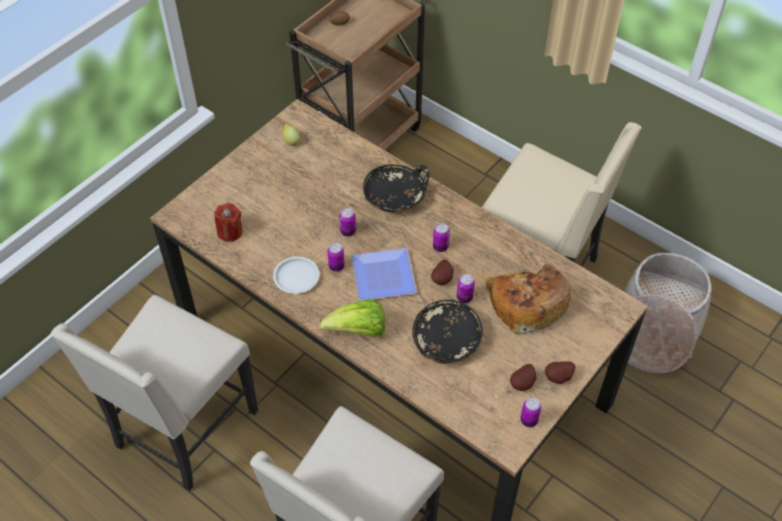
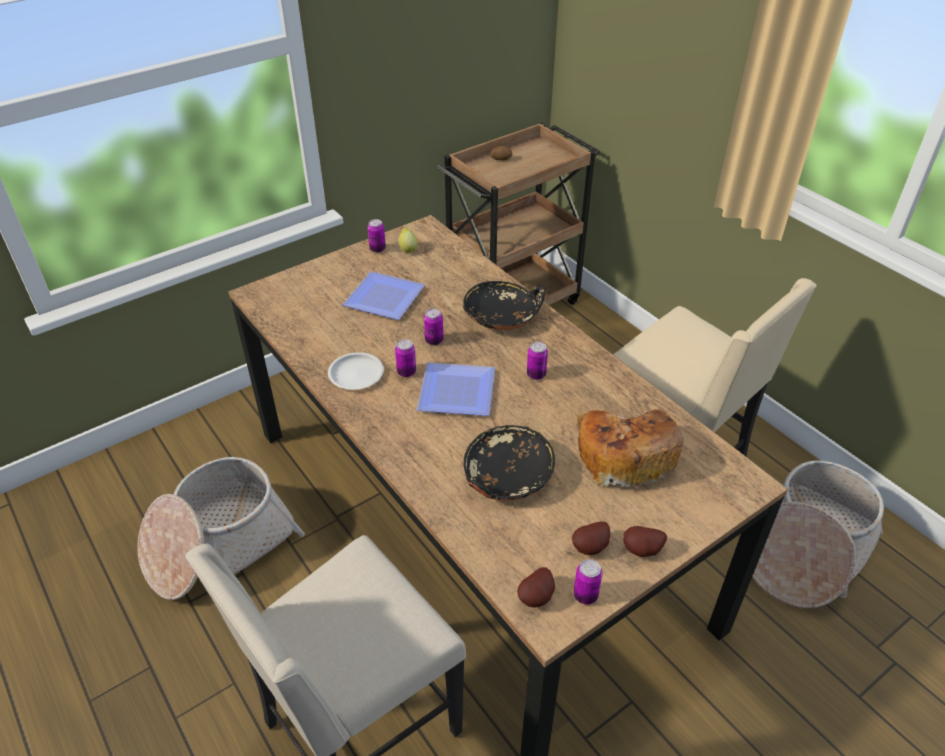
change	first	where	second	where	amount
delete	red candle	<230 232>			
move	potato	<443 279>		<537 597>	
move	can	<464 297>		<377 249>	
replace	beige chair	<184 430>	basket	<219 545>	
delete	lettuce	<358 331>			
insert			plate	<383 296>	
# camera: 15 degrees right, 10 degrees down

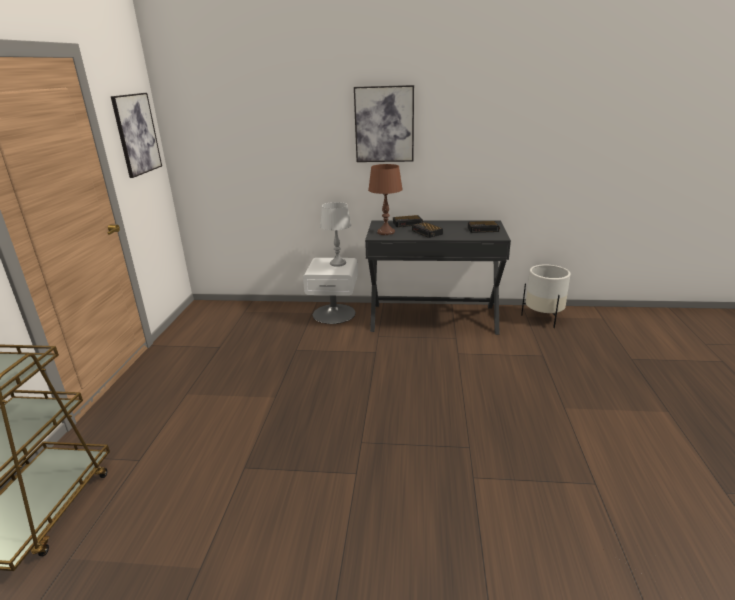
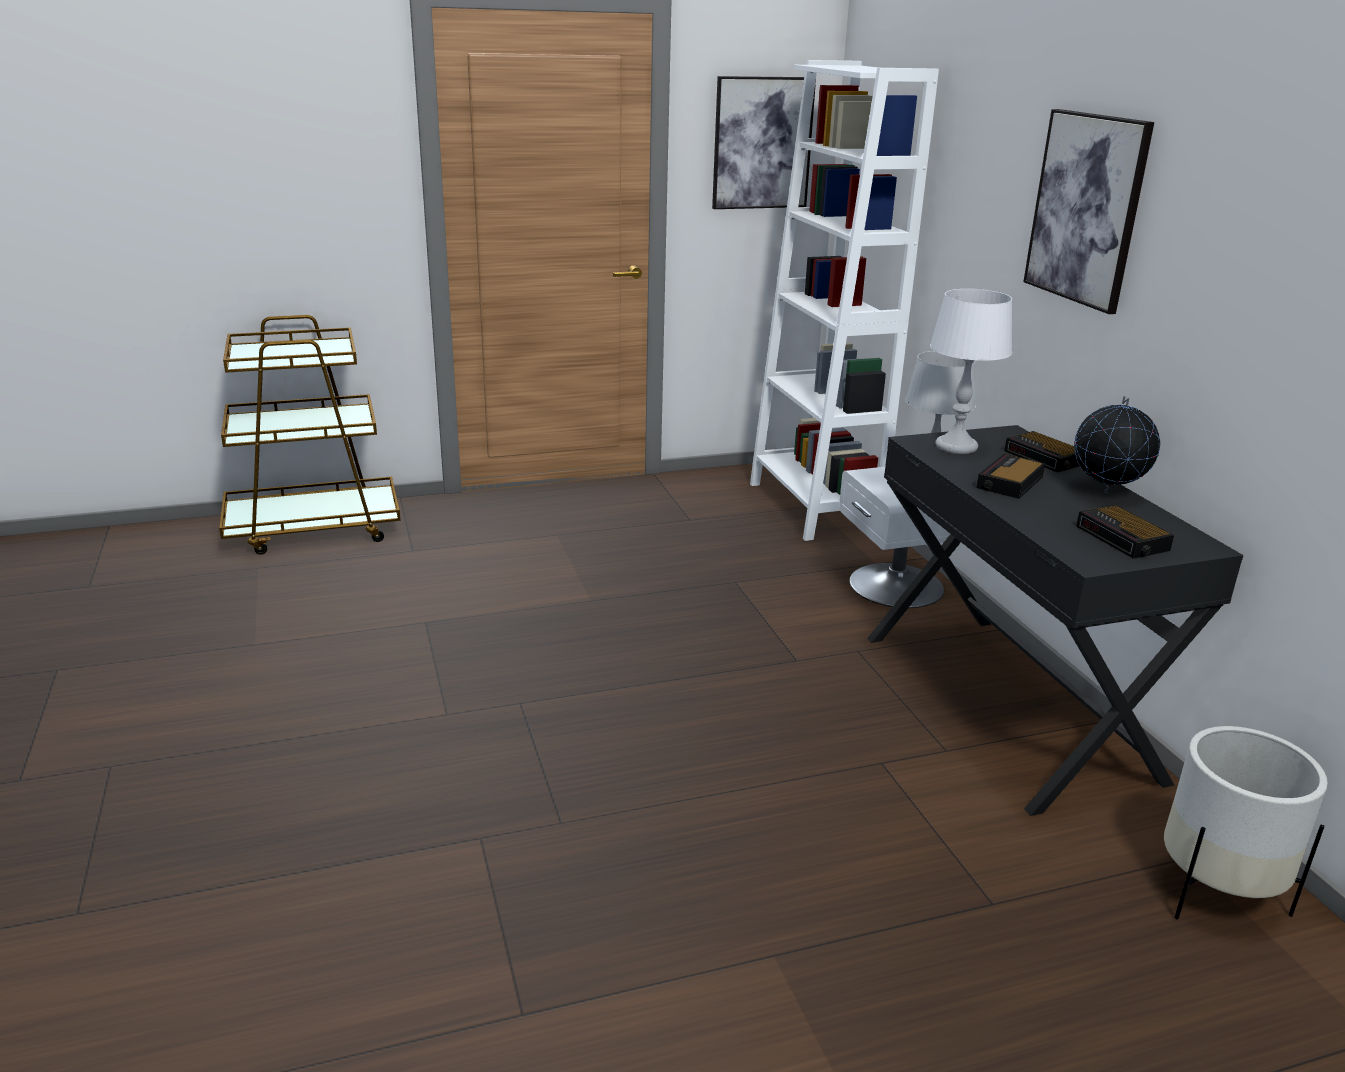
change	first	where	second	where	amount
recolor	brown table lamp	<386 232>	white table lamp	<956 446>	
insert			white bookcase	<813 506>	
insert			globe	<1106 492>	
# camera: 65 degrees right, 0 degrees up

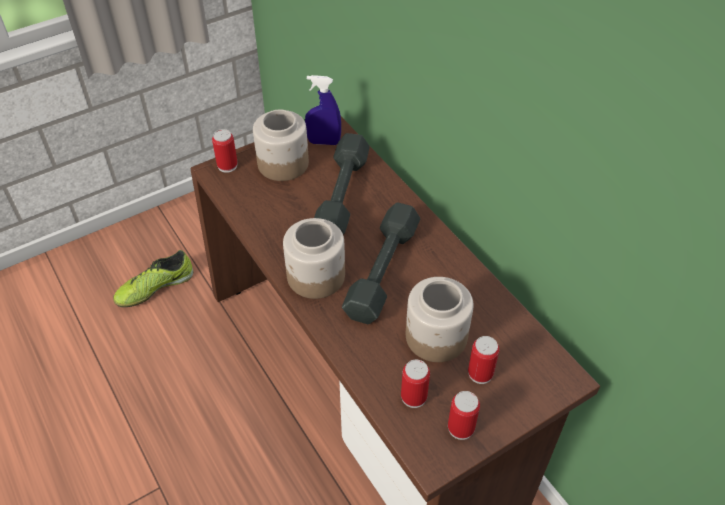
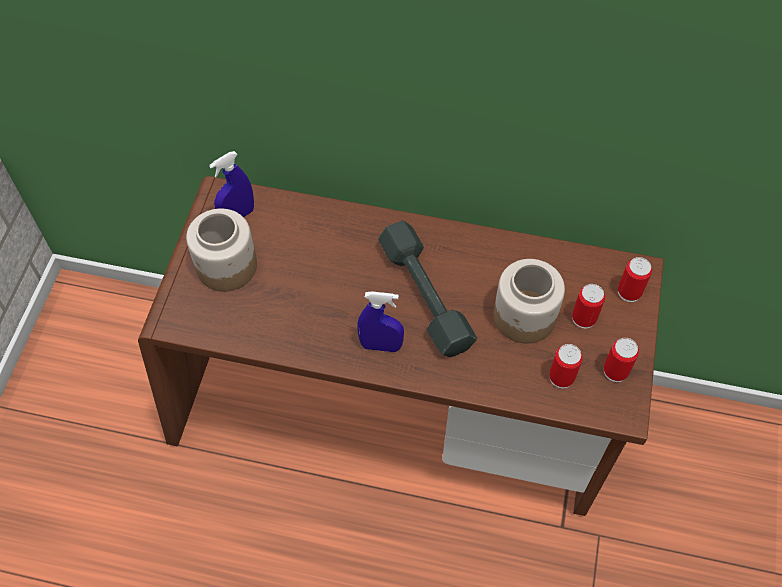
change	first	where	second	where	amount
move	can	<227 165>		<629 292>	
delete	grey dumbbell	<342 195>			
replace	jar	<316 277>	blue spray bottle	<381 346>	
delete	shoe	<155 287>			
# camera: 45 degrees left, 10 degrees up

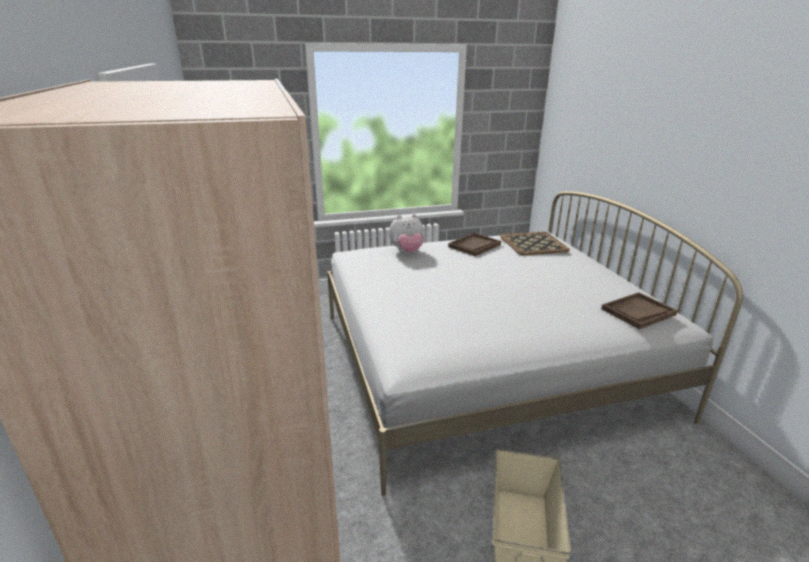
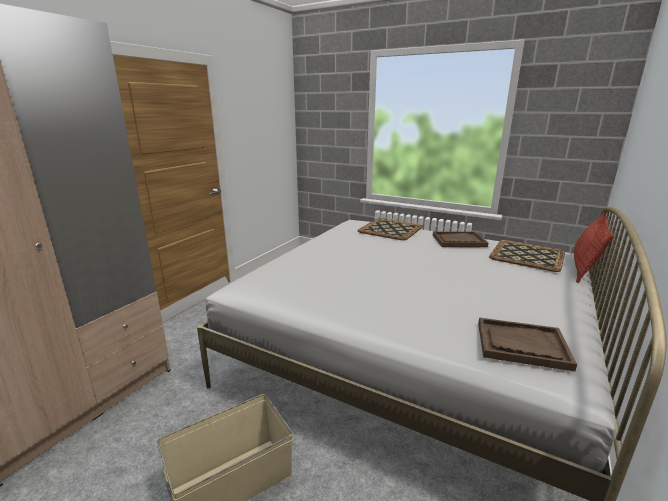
change	first	where	second	where	amount
replace	plush toy	<407 251>	tray	<391 229>	
insert			pillow	<584 267>	
# camera: 45 degrees right, 5 degrees down

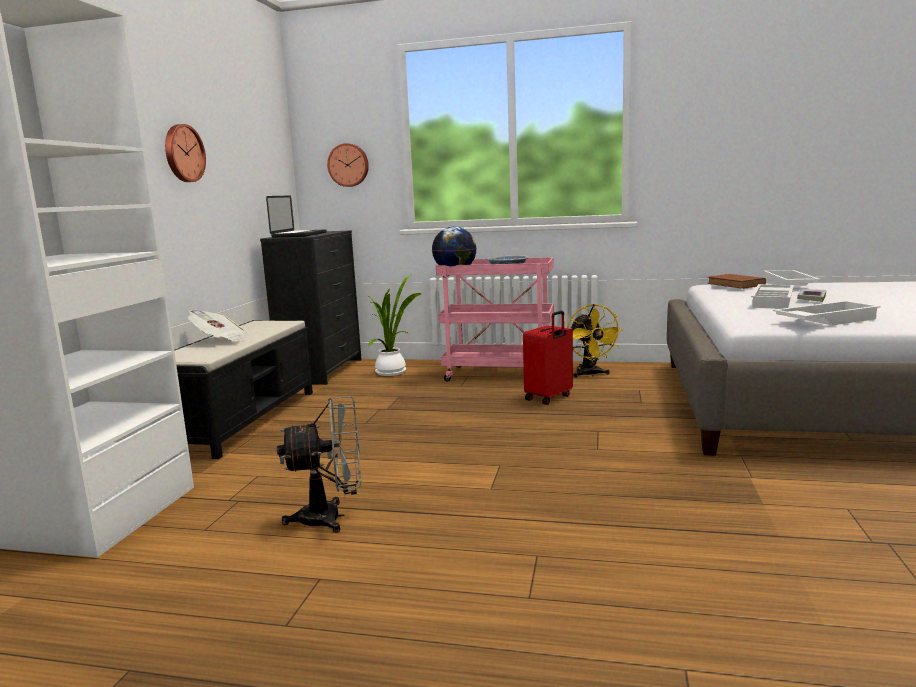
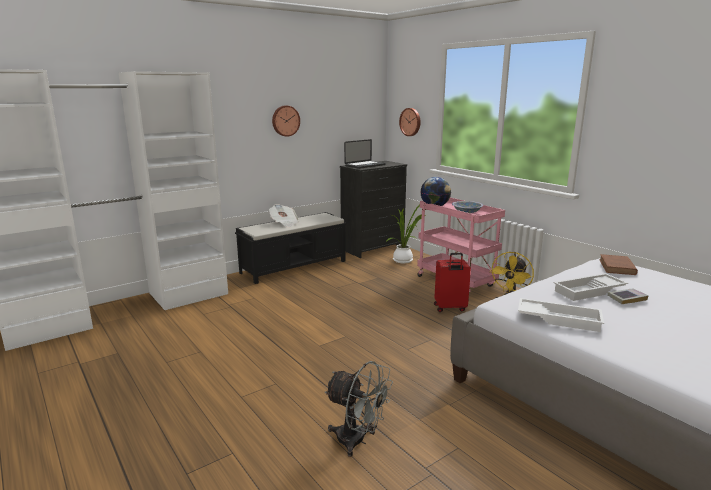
change	first	where	second	where	amount
delete	white tray	<787 284>			
move	grey fan	<332 517>		<357 441>	
# camera: 40 degrees right, 5 degrees up

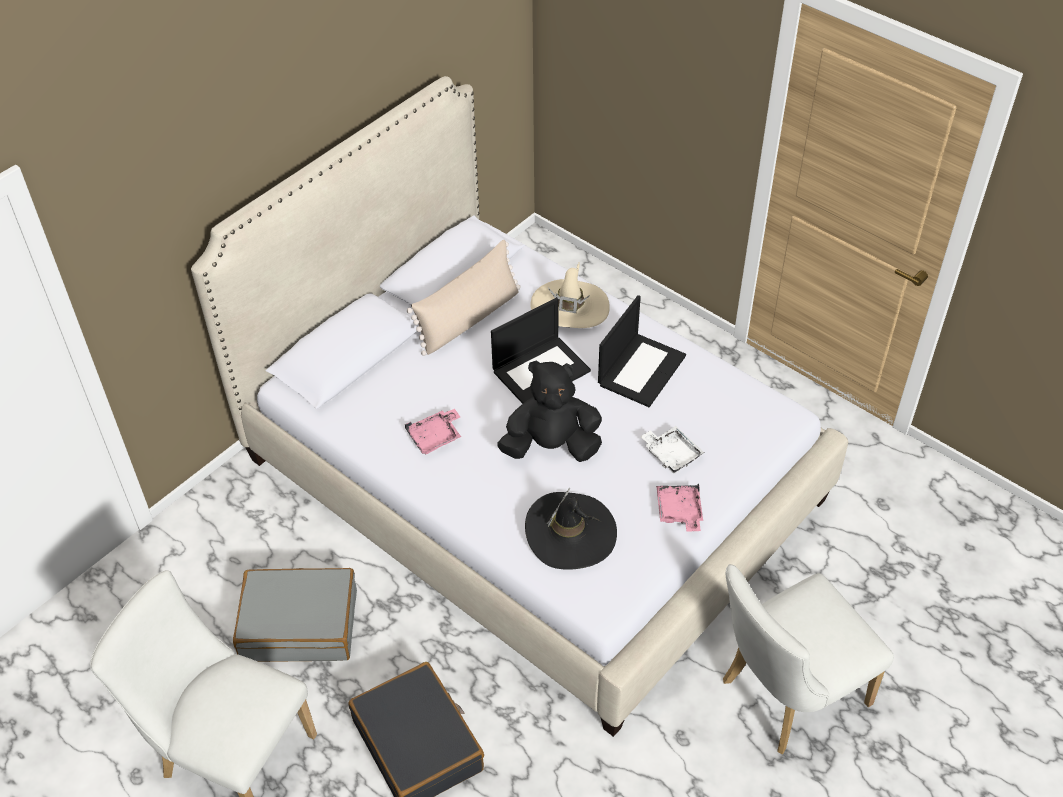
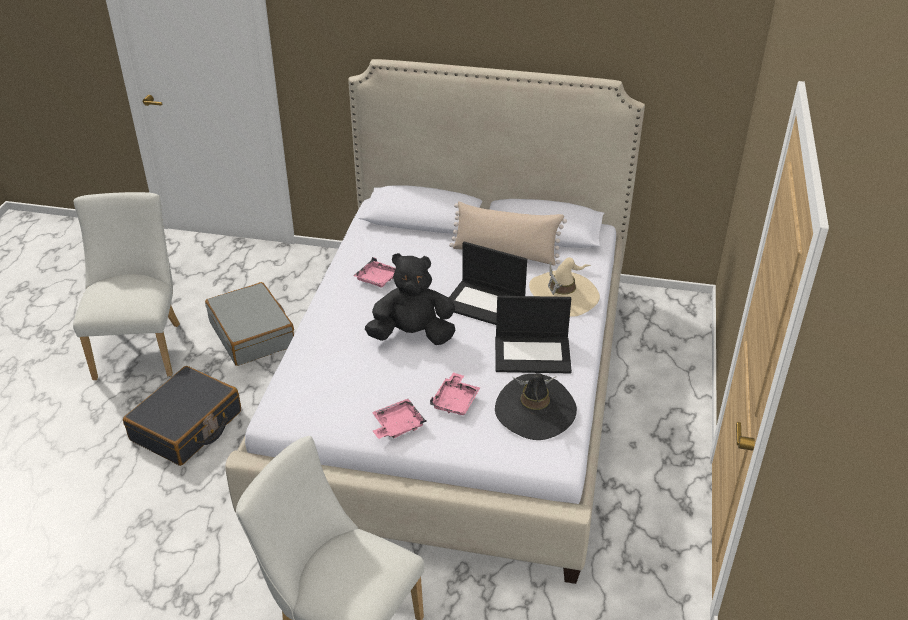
change	first	where	second	where	amount
rotate	black plush toy	<551 446>		<412 335>	60 degrees counterclockwise
recolor	white tray	<671 454>	pink tray	<455 401>	
move	black hat	<570 533>		<535 410>	
# camera: 60 degrees right, 10 degrees down

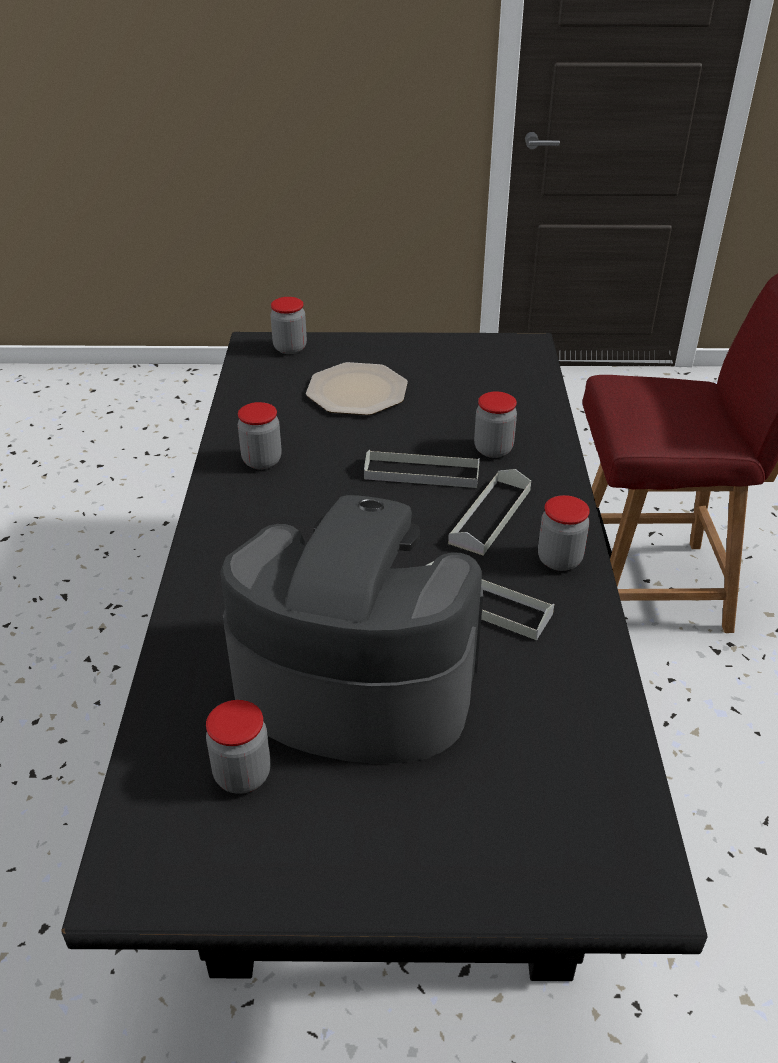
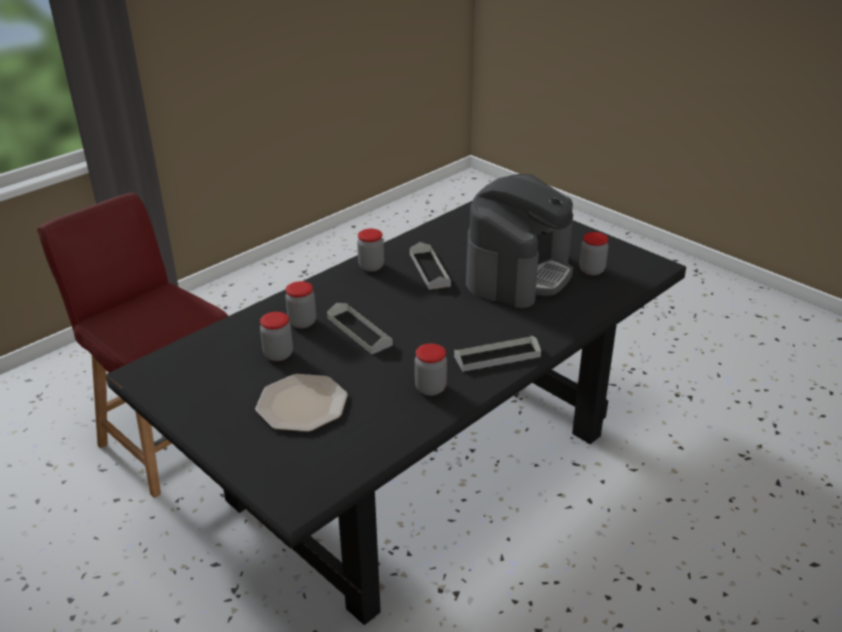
change	first	where	second	where	amount
move	jar	<290 348>		<278 354>	
move	grey tray	<490 516>		<497 356>	
rotate	coffee machine	<354 683>		<518 273>	120 degrees counterclockwise
# camera: 135 degrees left, 5 degrees down

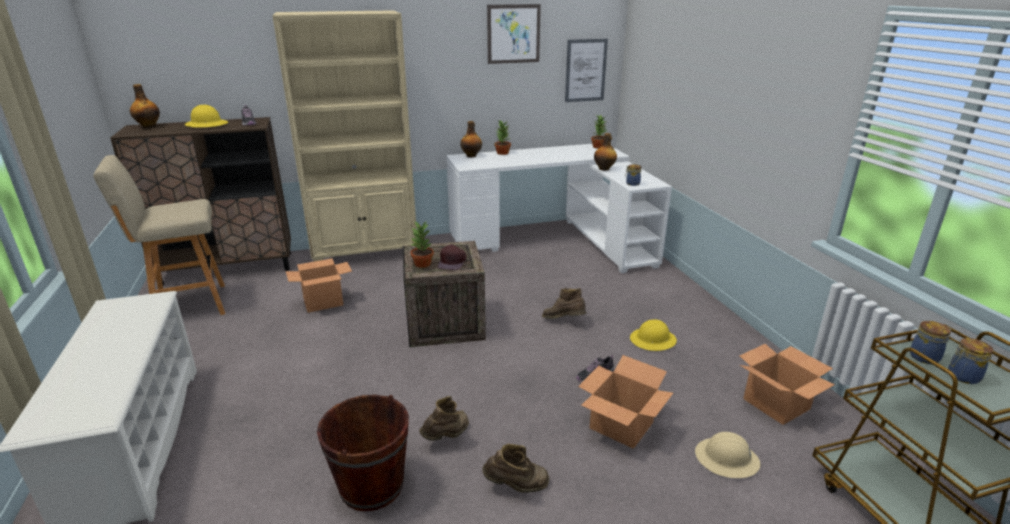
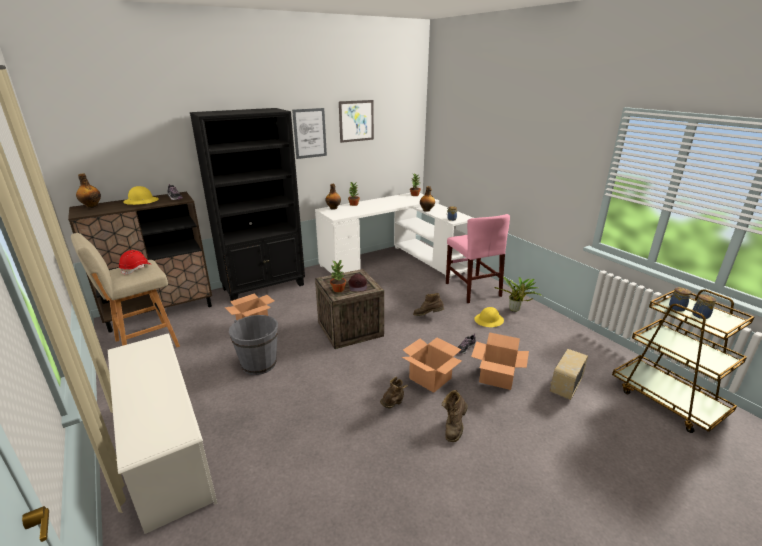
change	first	where	second	where	amount
recolor	beige bookcase	<366 254>	black bookcase	<264 287>	
move	picture	<585 70>		<310 133>	
move	cardboard box	<775 404>		<429 378>	
delete	brown bucket	<372 486>			
replace	beige hard hat	<726 459>	radio	<565 386>	
rotate	brown boot	<516 487>		<454 427>	135 degrees clockwise
insert			pink chair	<472 289>	
insert			red hard hat	<136 269>	
insert			potted plant	<515 310>	
insert			grey bucket	<259 364>	
# camera: 15 degrees left, 0 degrees up

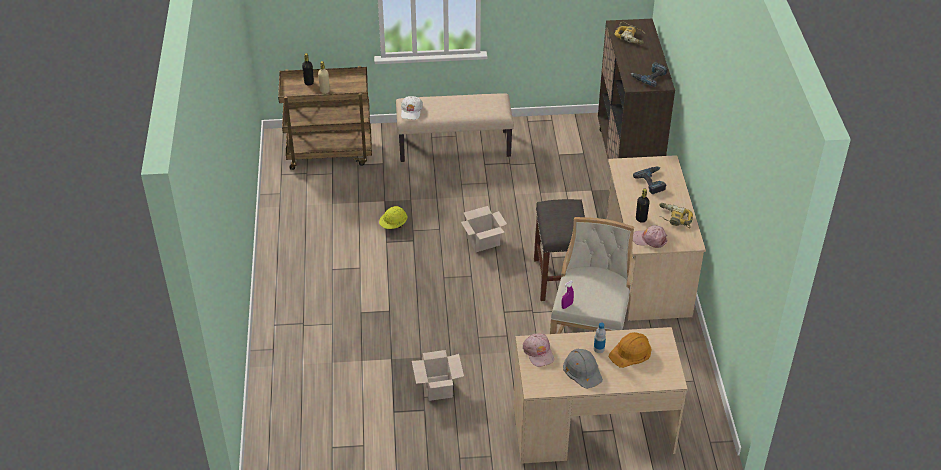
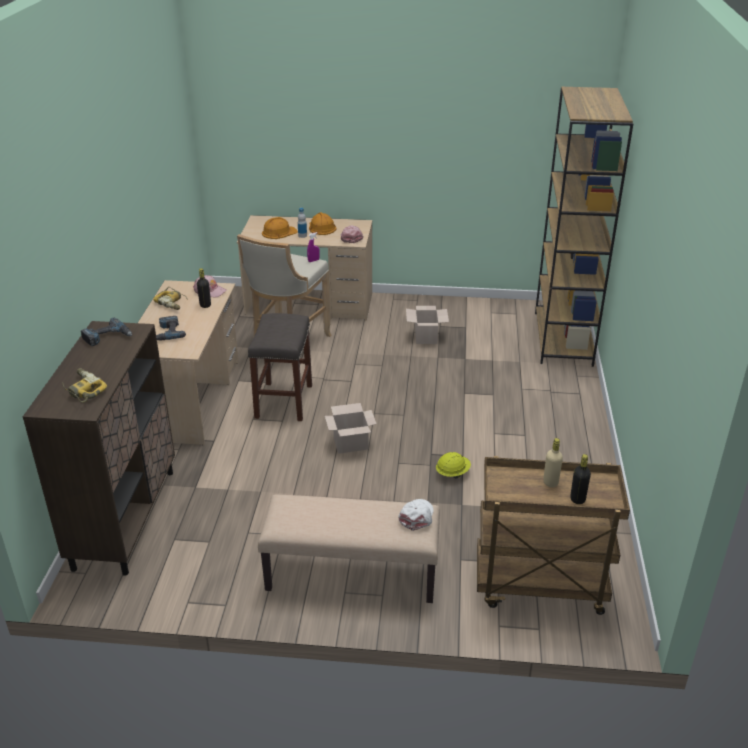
change	first	where	second	where	amount
recolor	grey hard hat	<582 370>	orange hard hat	<321 227>	
insert			brown bookcase	<563 339>	
# camera: 170 degrees left, 10 degrees down

